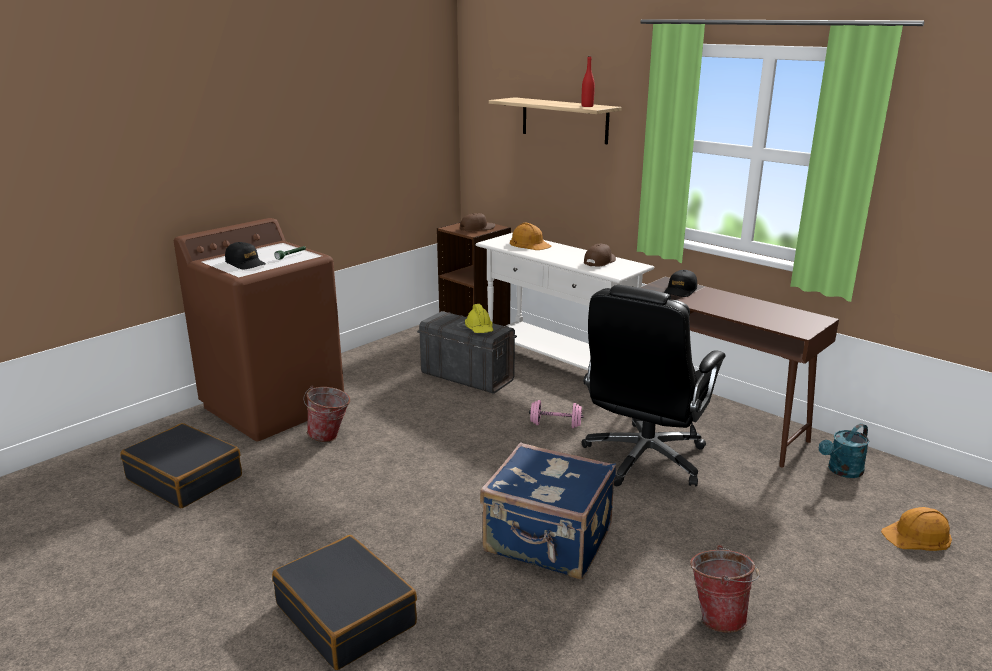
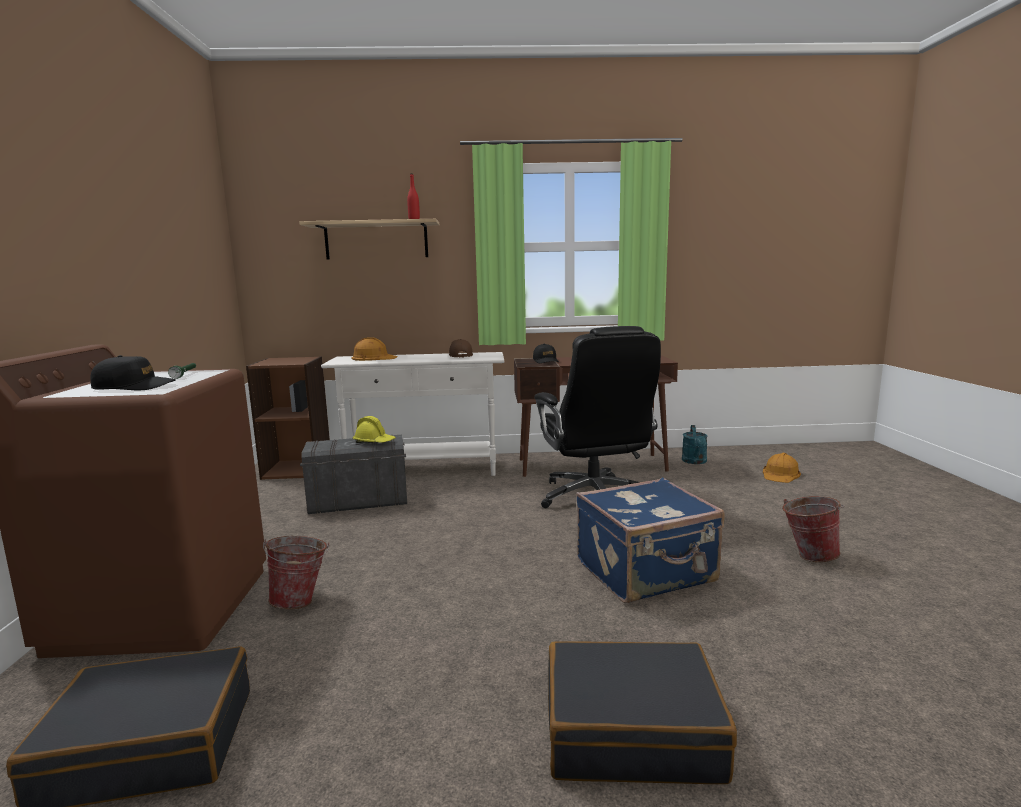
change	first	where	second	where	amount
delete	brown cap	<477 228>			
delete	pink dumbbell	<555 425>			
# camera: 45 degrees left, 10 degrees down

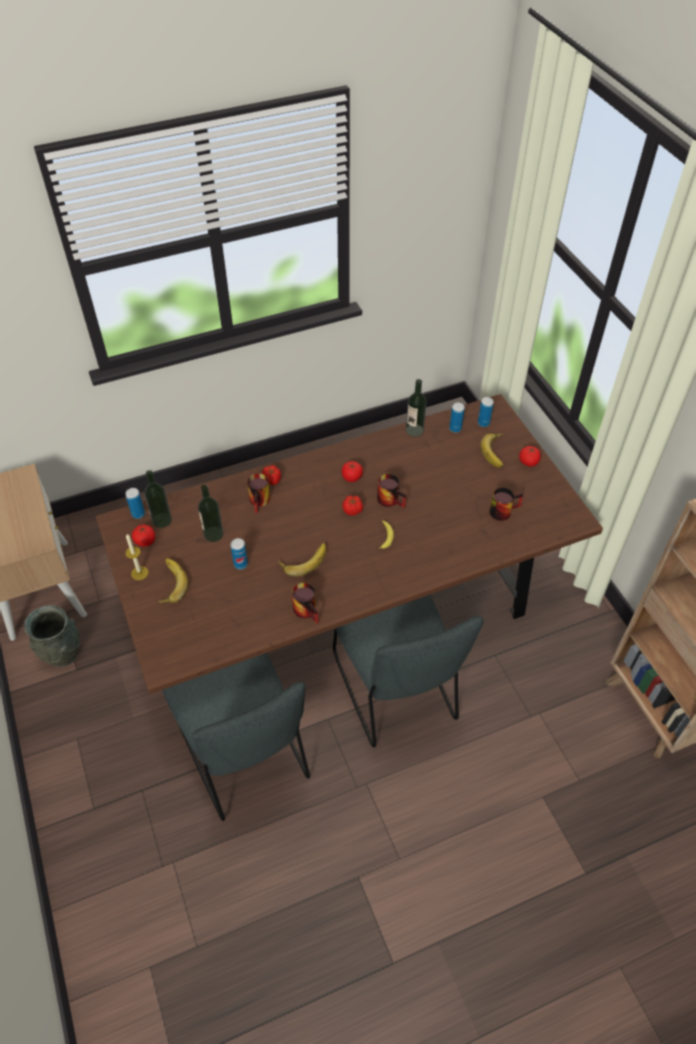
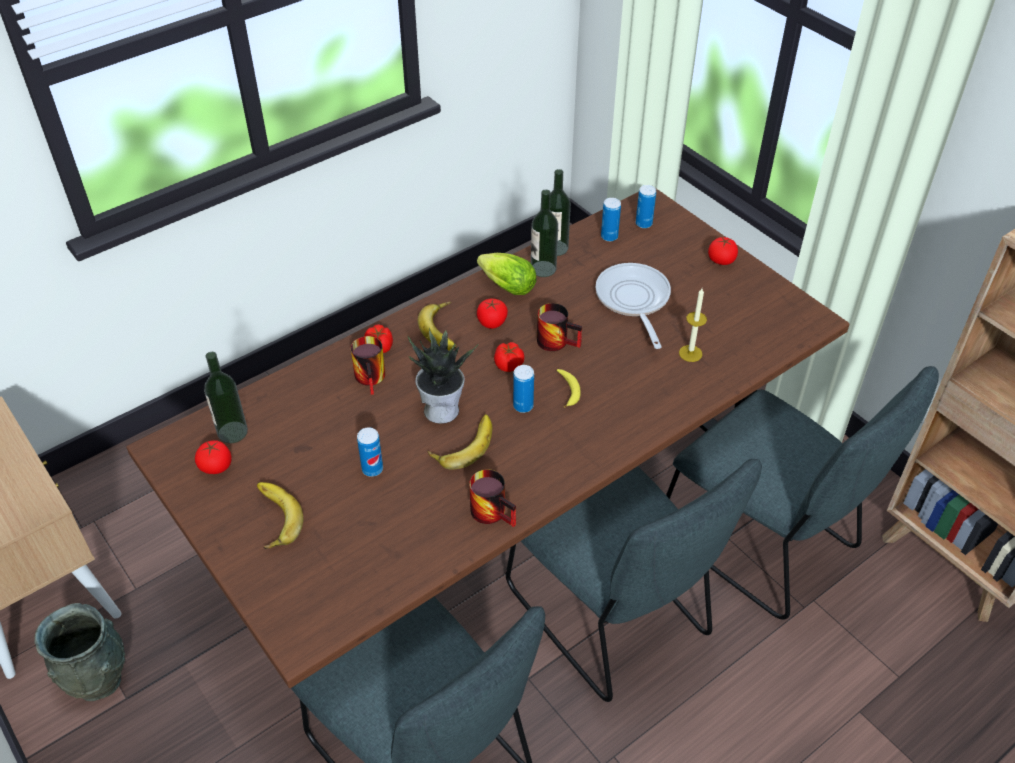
change	first	where	second	where	amount
move	banana	<497 452>		<444 329>	
move	bottle	<213 534>		<543 269>	
delete	mug	<502 510>			
move	can	<138 514>		<523 406>	
move	candle	<139 573>		<690 353>	
insert			lettuce	<504 286>	
insert			frying pan	<633 301>	
insert			potted plant	<442 409>	
insert			grey chair	<764 544>	
# camera: 15 degrees left, 5 degrees down

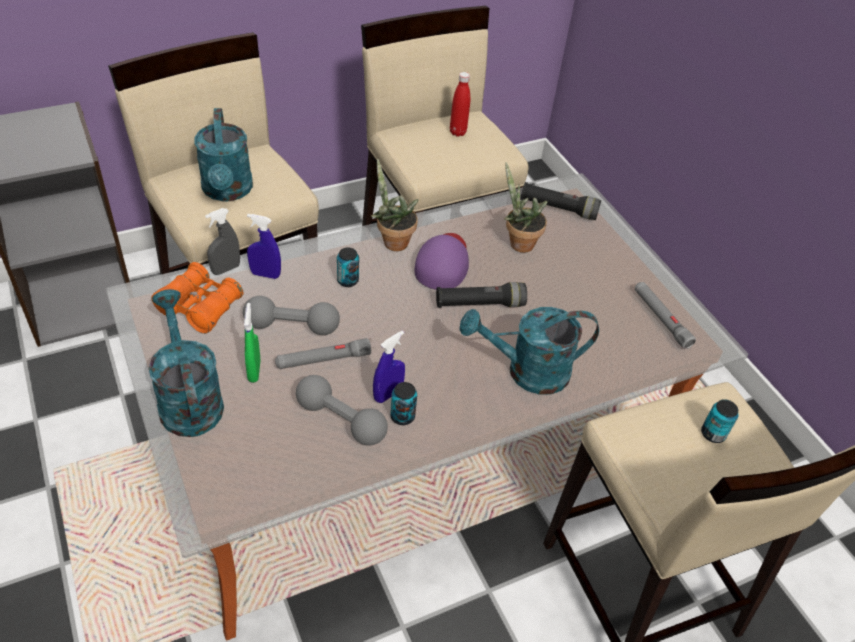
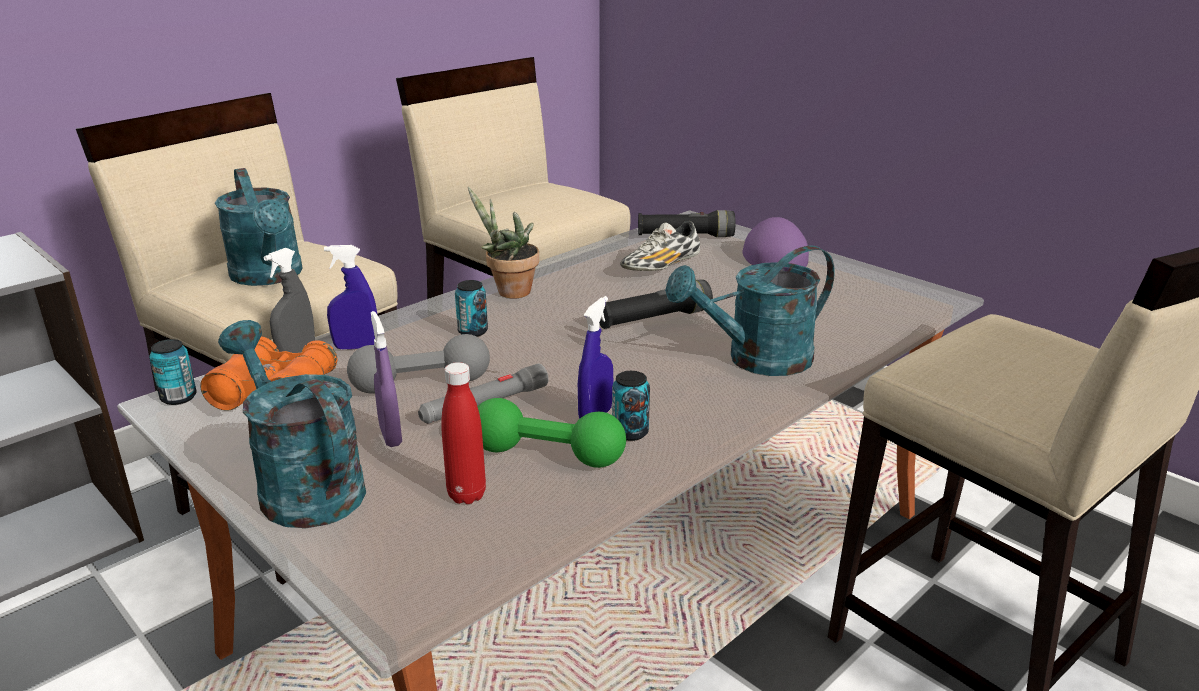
change	first	where	second	where	amount
move	red bottle	<457 132>		<466 495>	
replace	potted plant	<518 243>	shoe	<661 267>	
move	purple cap	<443 263>		<773 254>	
delete	grey flashlight	<661 318>			
recolor	green spray bottle	<254 371>	purple spray bottle	<390 436>	
recolor	grey dumbbell	<341 420>	green dumbbell	<547 455>	
move	can	<713 434>		<178 397>	
# camera: 15 degrees left, 20 degrees down

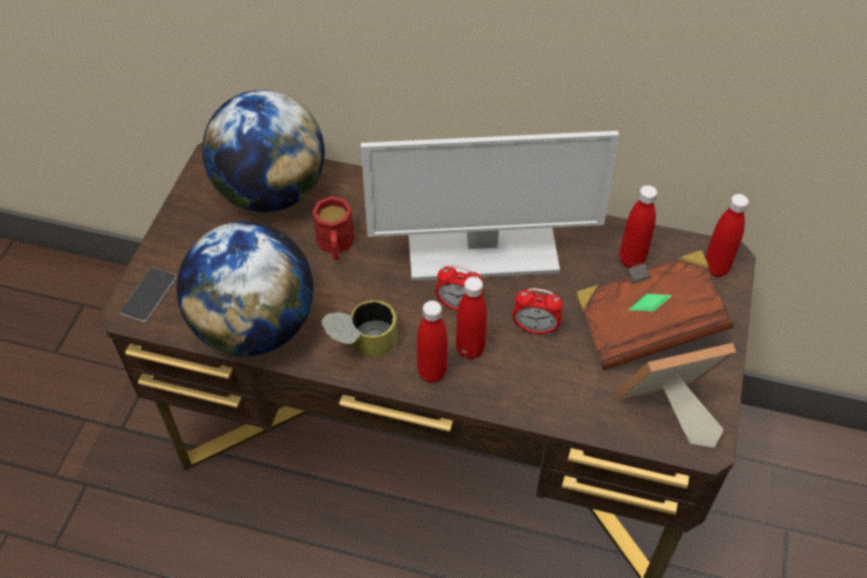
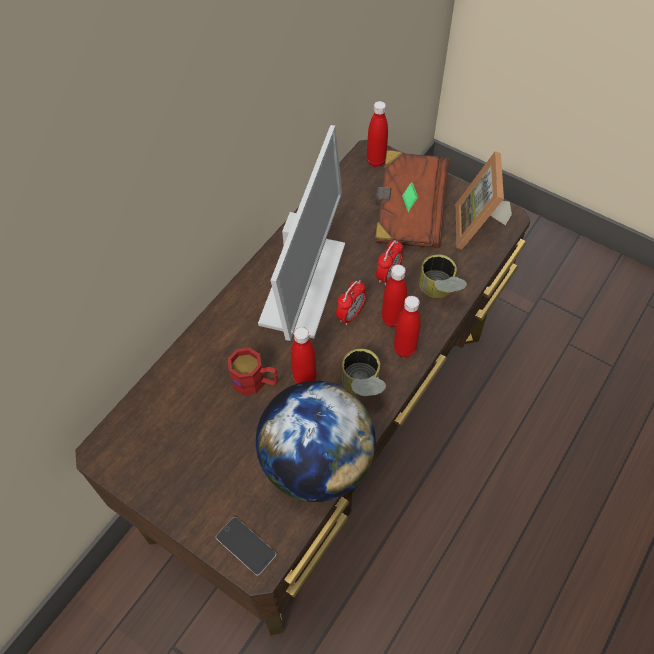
change	first	where	second	where	amount
delete	globe	<271 192>			
move	red bottle	<631 260>		<304 378>	
insert			can	<439 292>	
# camera: 70 degrees left, 5 degrees up

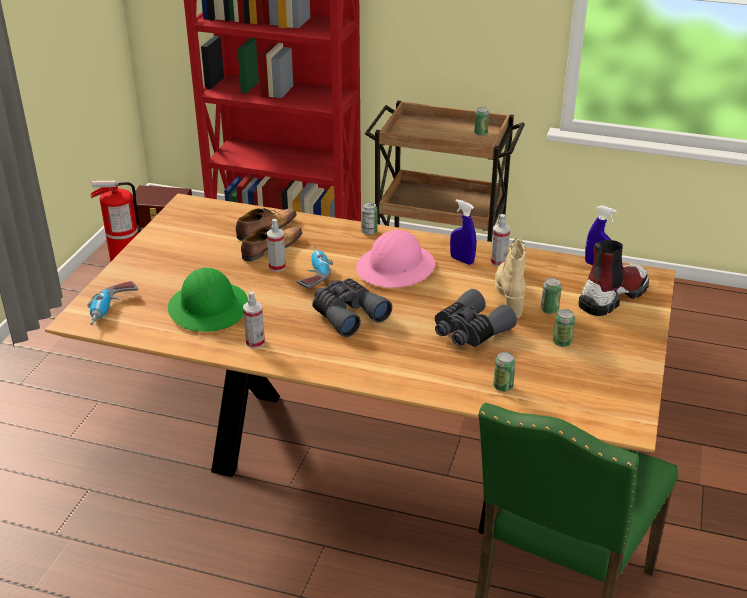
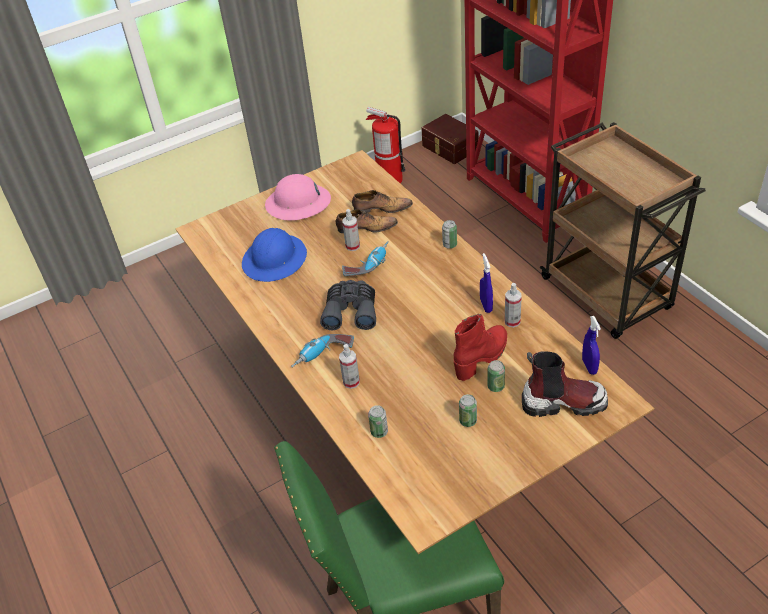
change	first	where	second	where	amount
delete	can	<480 133>			
move	pink hard hat	<396 268>		<298 203>	
recolor	beige boot	<510 296>	red boot	<482 358>	
recolor	green hard hat	<209 308>	blue hard hat	<275 260>	
move	power drill	<112 310>		<323 356>	
delete	grey binoculars	<469 331>			
move	spray bottle	<255 342>		<351 382>	
# camera: 45 degrees right, 10 degrees up

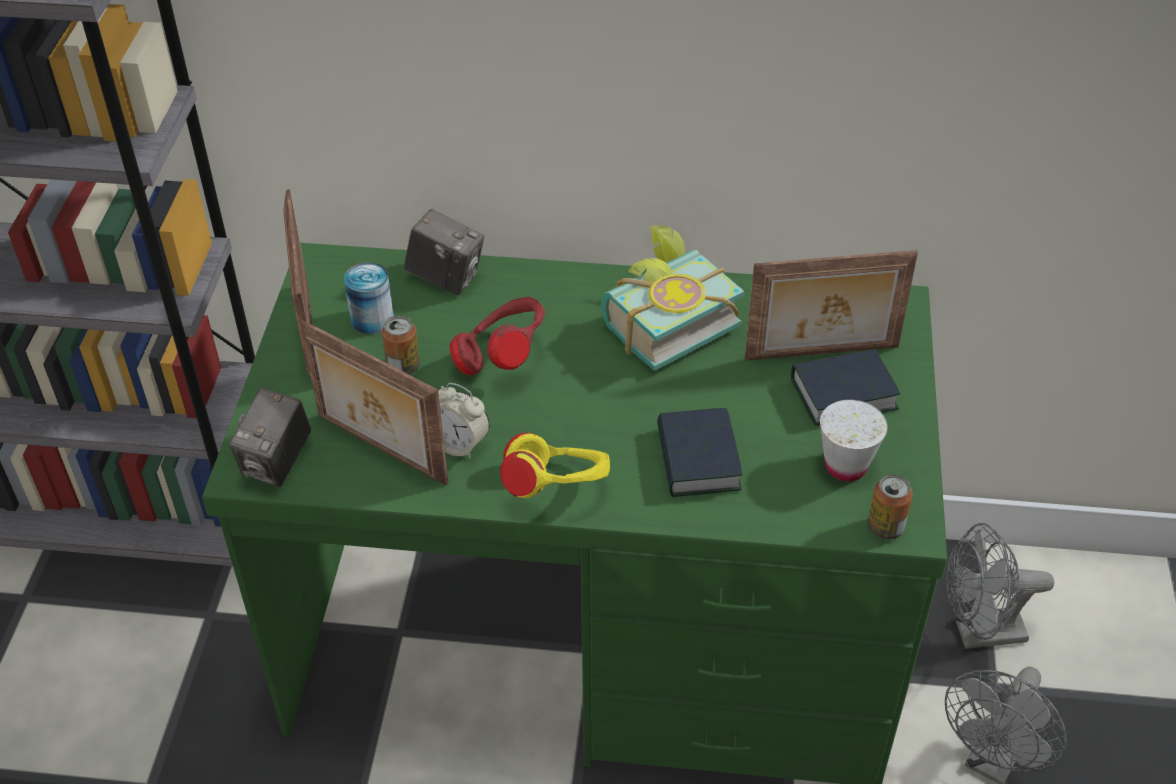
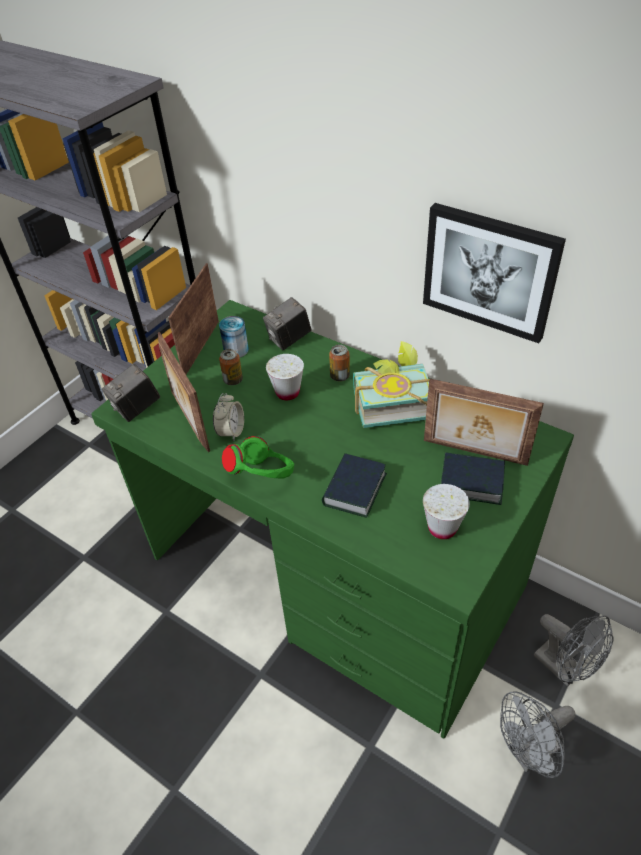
change	first	where	second	where	amount
rotate	photo camera	<446 278>		<289 340>	90 degrees clockwise
replace	red headphones	<503 358>	white cup	<287 392>	
rotate	alarm clock	<459 444>		<231 431>	135 degrees counterclockwise
recolor	yellow headphones	<556 490>	green headphones	<263 476>	
move	can	<885 527>		<340 376>	
rotate	grey fan	<979 633>		<564 669>	150 degrees counterclockwise
insert			picture	<490 271>	
# camera: 30 degrees right, 0 degrees up

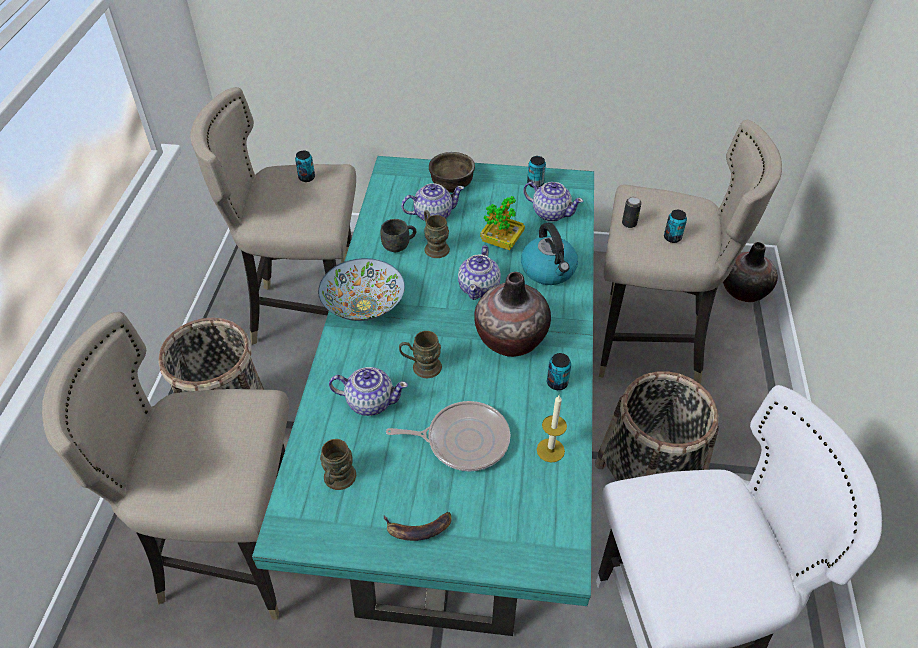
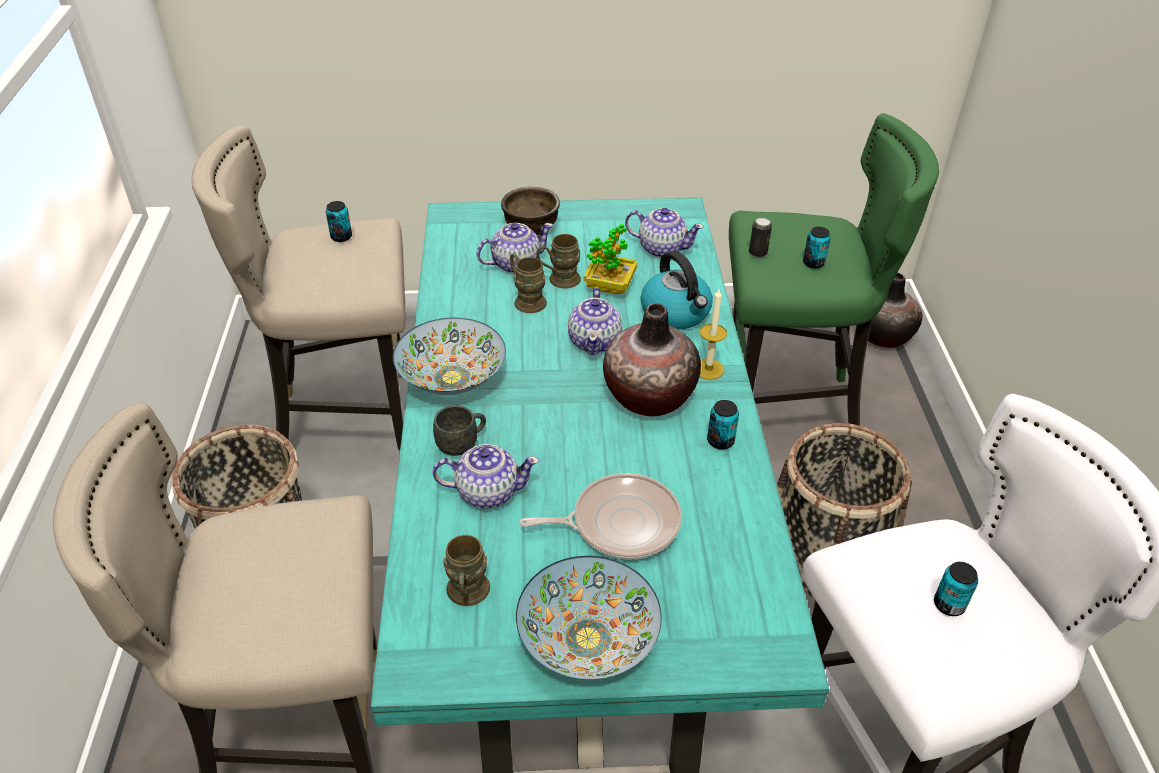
change	first	where	second	where	amount
recolor	beige stool	<648 345>	green stool	<785 410>	
move	can	<535 183>		<949 604>	
move	grey mug	<399 245>		<462 444>	
move	brown mug	<421 367>		<559 280>	
move	candle	<550 450>		<708 369>	
replace	banana	<418 529>	bowl	<587 639>	
# camera: 10 degrees left, 5 degrees down

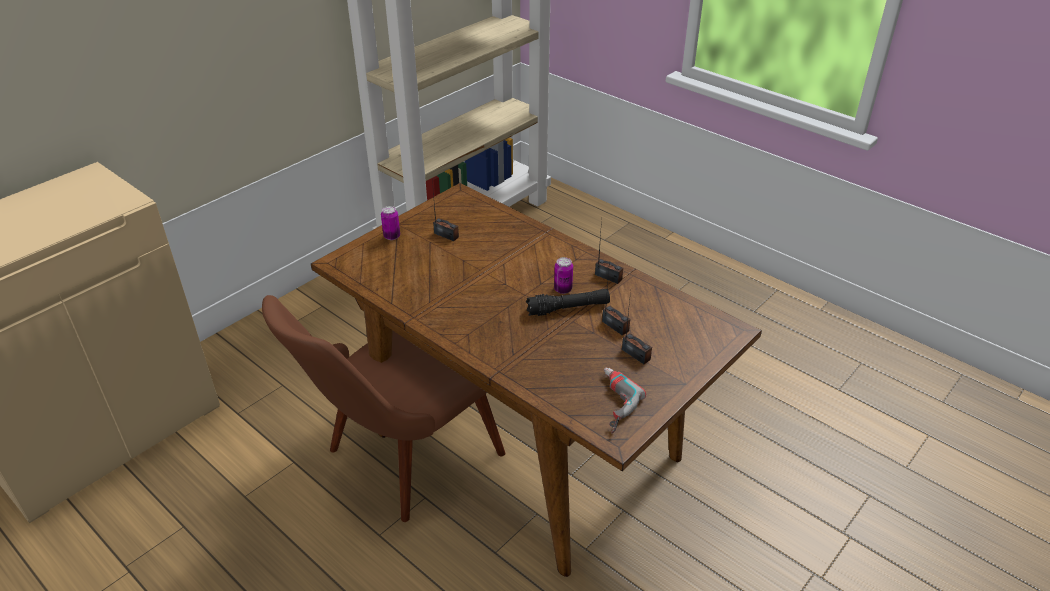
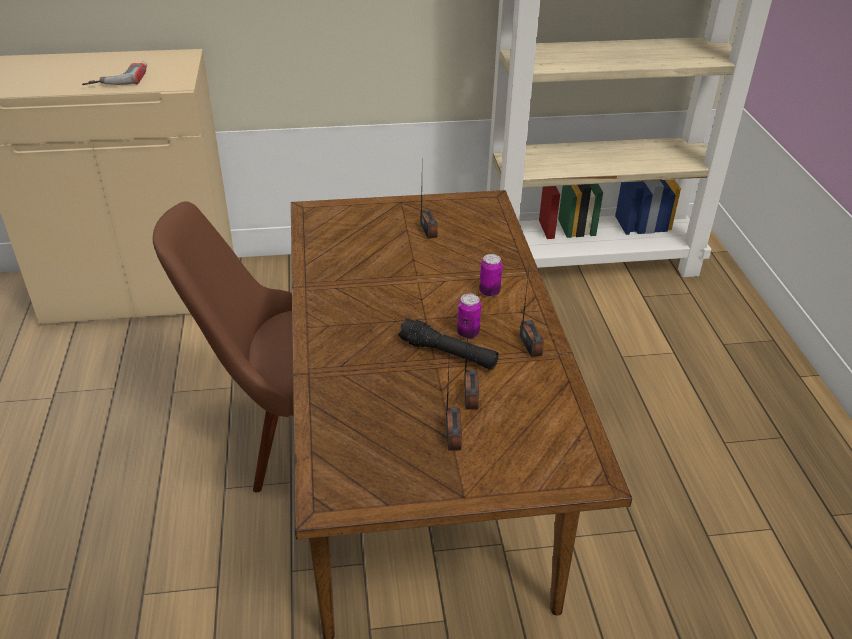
change	first	where	second	where	amount
move	can	<392 236>		<489 292>	
move	power drill	<609 403>		<117 78>	
# camera: 40 degrees right, 0 degrees up

